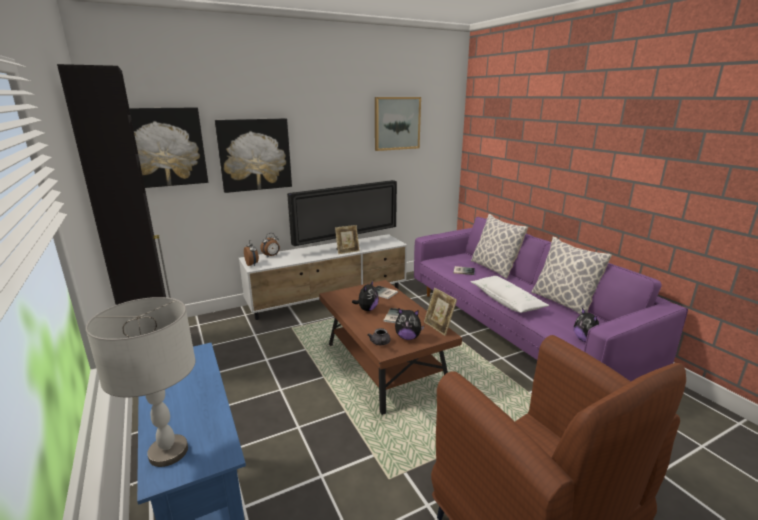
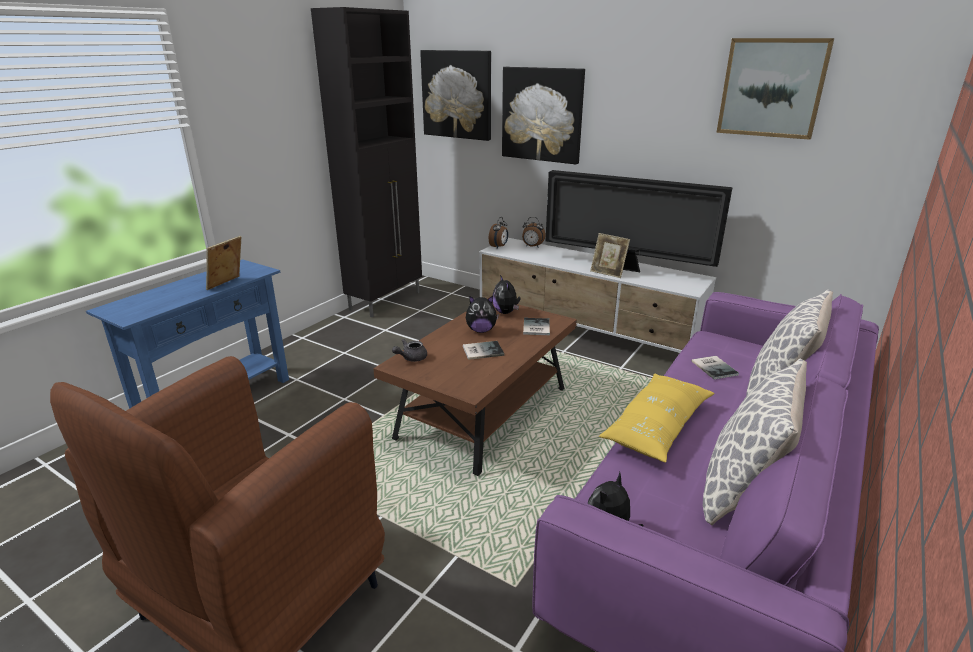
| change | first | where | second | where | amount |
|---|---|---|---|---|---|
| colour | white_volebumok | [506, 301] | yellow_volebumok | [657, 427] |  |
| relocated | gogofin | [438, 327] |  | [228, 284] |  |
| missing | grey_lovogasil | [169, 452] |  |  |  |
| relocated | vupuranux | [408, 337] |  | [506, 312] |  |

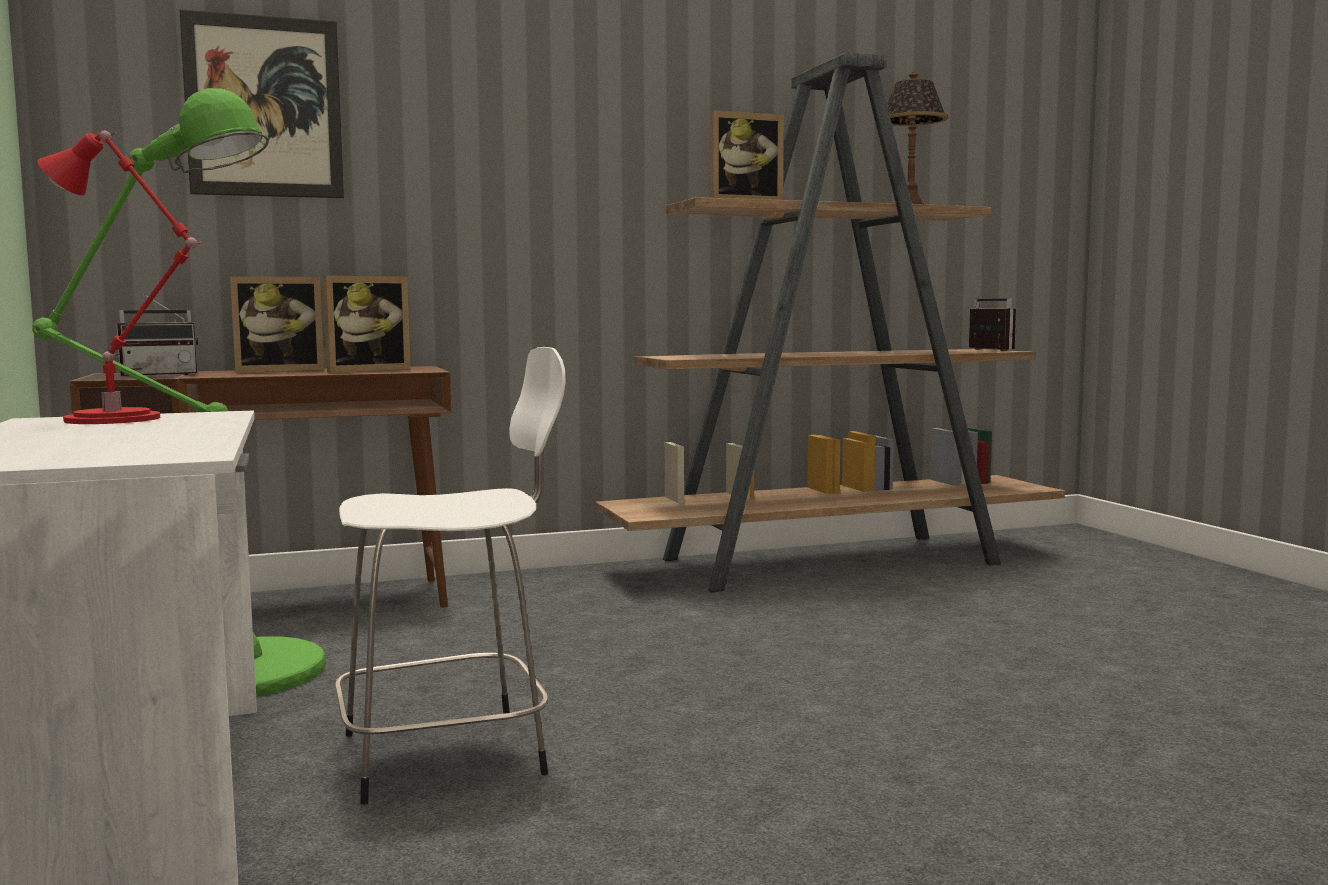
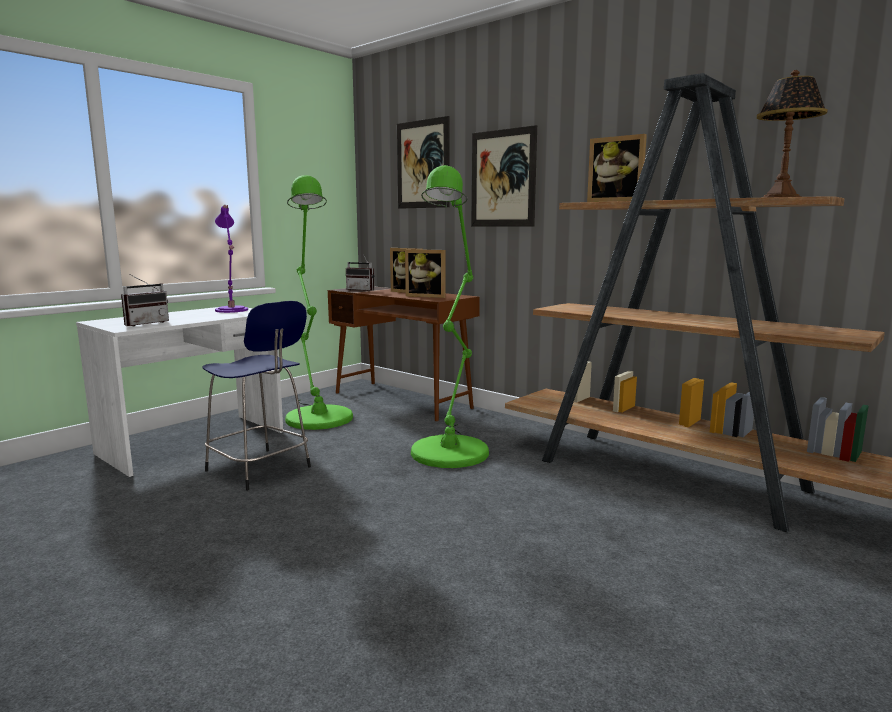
| change | first | where | second | where | amount |
|---|---|---|---|---|---|
| colour | red_lovogasil | [120, 419] | purple_lovogasil | [231, 310] |  |
| relocated | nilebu | [985, 350] |  | [145, 323] |  |
| colour | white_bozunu | [452, 752] | blue_bozunu | [260, 470] |  |
| appeared |  |  | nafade | [502, 178] |  |
| appeared |  |  | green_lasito | [452, 448] |  |

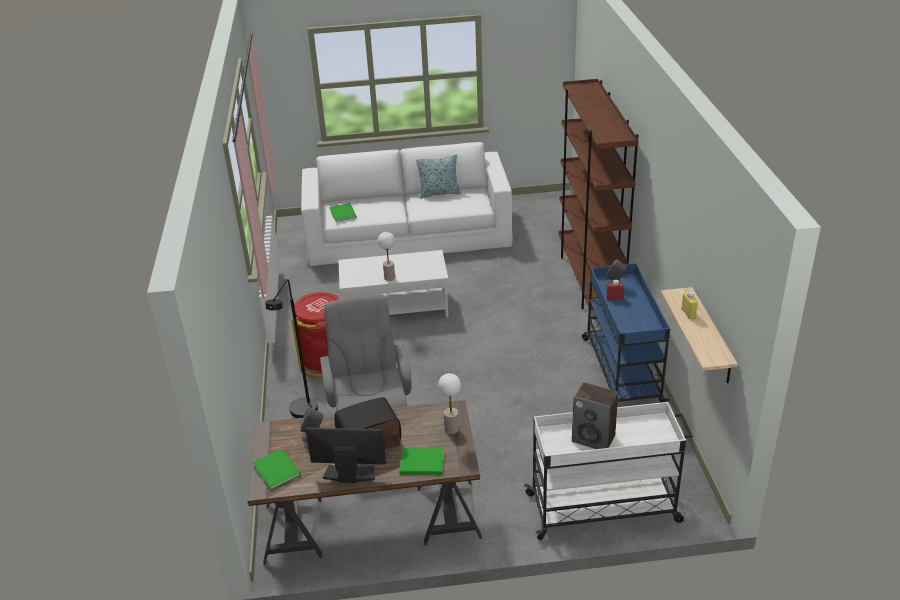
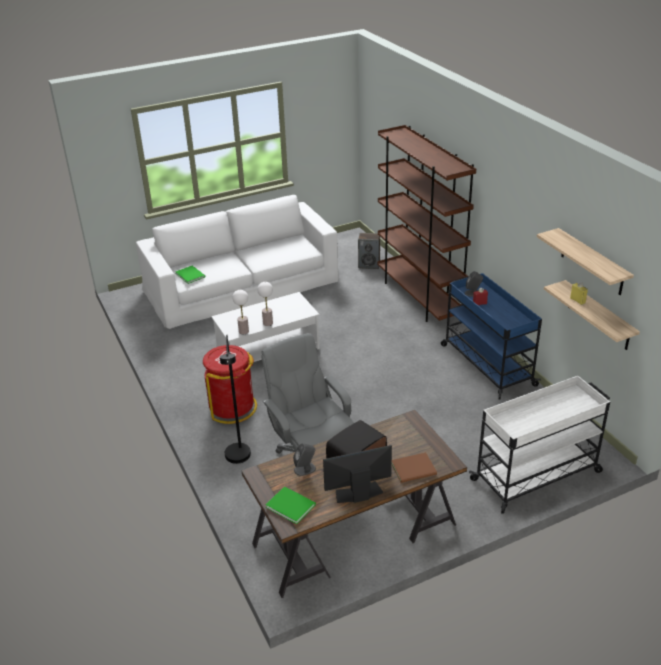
| change | first | where | second | where | amount |
|---|---|---|---|---|---|
| missing | volebumok | [439, 193] |  |  |  |
| relocated | lovogasil | [451, 429] |  | [243, 331] |  |
| relocated | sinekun | [594, 438] |  | [369, 265] |  |
| colour | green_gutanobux | [423, 463] | brown_gutanobux | [415, 469] |  |
| appeared |  |  | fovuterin | [592, 262] |  |

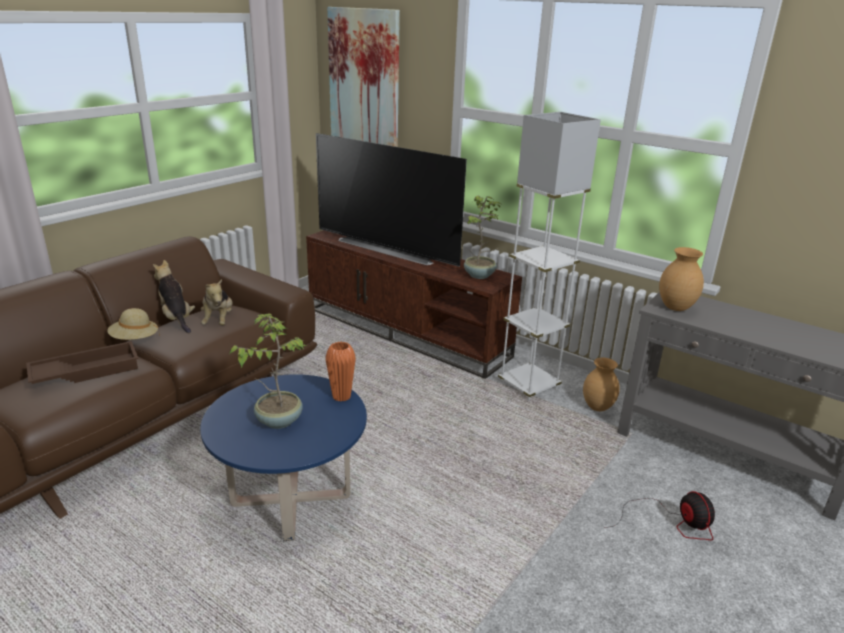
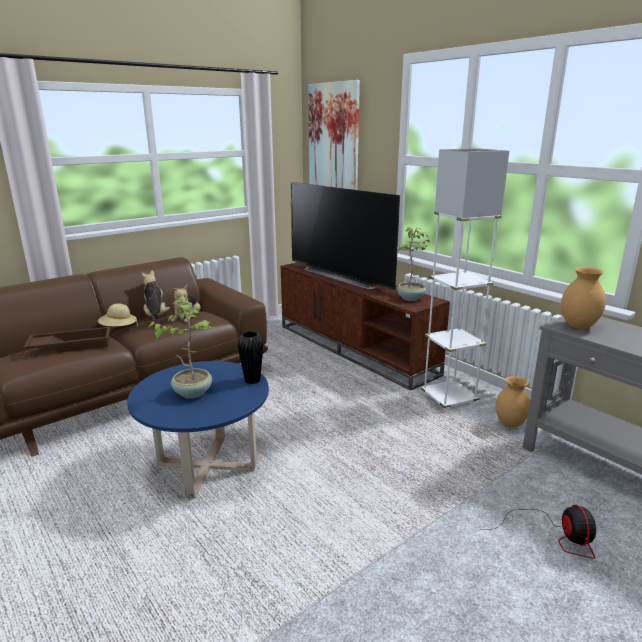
| change | first | where | second | where | amount |
|---|---|---|---|---|---|
| colour | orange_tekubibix | [341, 396] | black_tekubibix | [252, 380] |  |

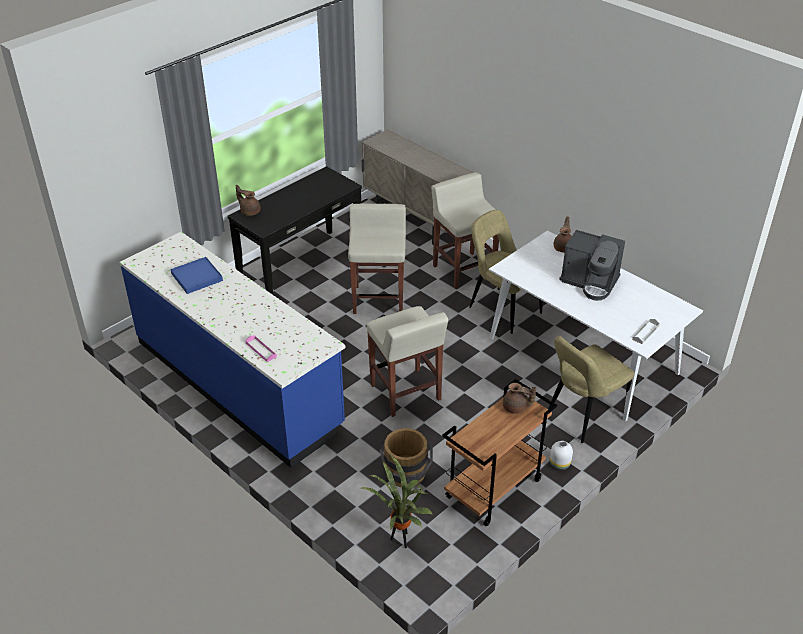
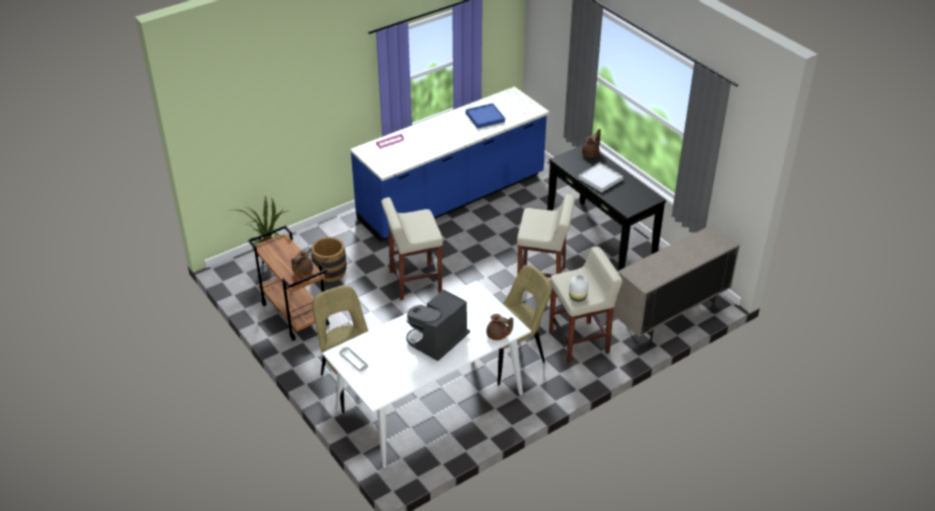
| change | first | where | second | where | amount |
|---|---|---|---|---|---|
| relocated | white_tekubibix | [559, 464] |  | [577, 296] |  |
| appeared |  |  | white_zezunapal | [600, 179] |  |

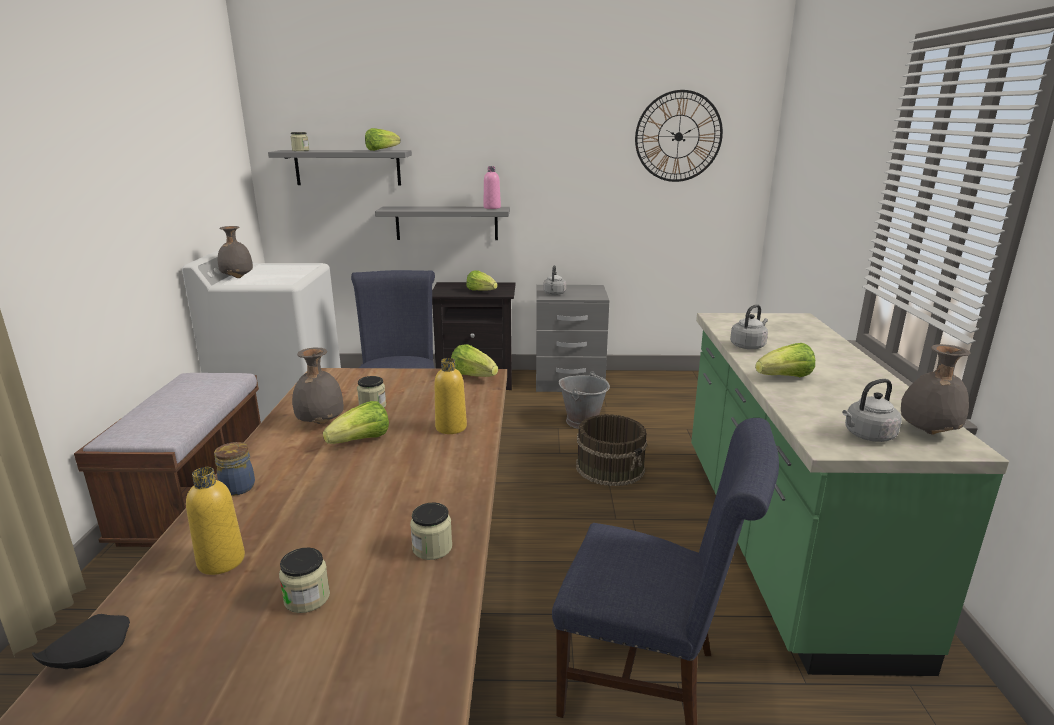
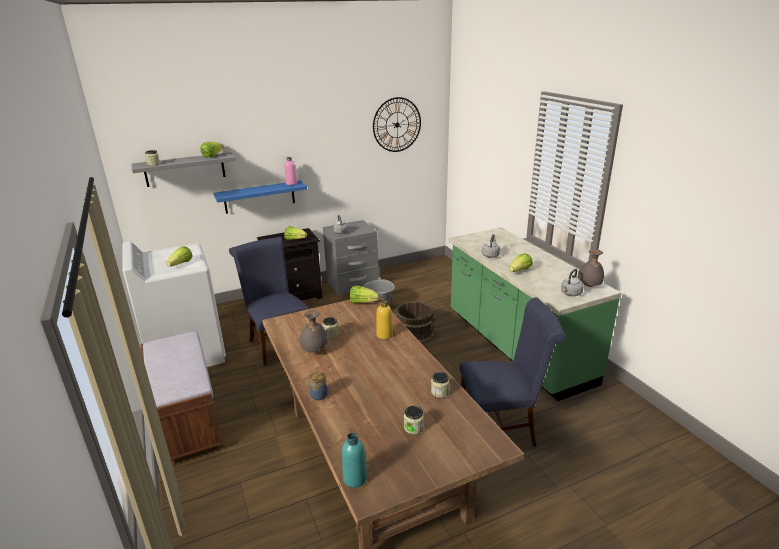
| change | first | where | second | where | amount |
|---|---|---|---|---|---|
| colour | grey_fovuterin | [446, 223] | blue_fovuterin | [259, 197] |  |
| missing | grey_tekubibix | [237, 277] |  |  |  |
| relocated | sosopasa | [361, 441] |  | [181, 264] |  |
| missing | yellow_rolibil | [221, 561] |  |  |  |
| exchanged | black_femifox | [88, 656] | turquoise_rolibil | [355, 478] |  |

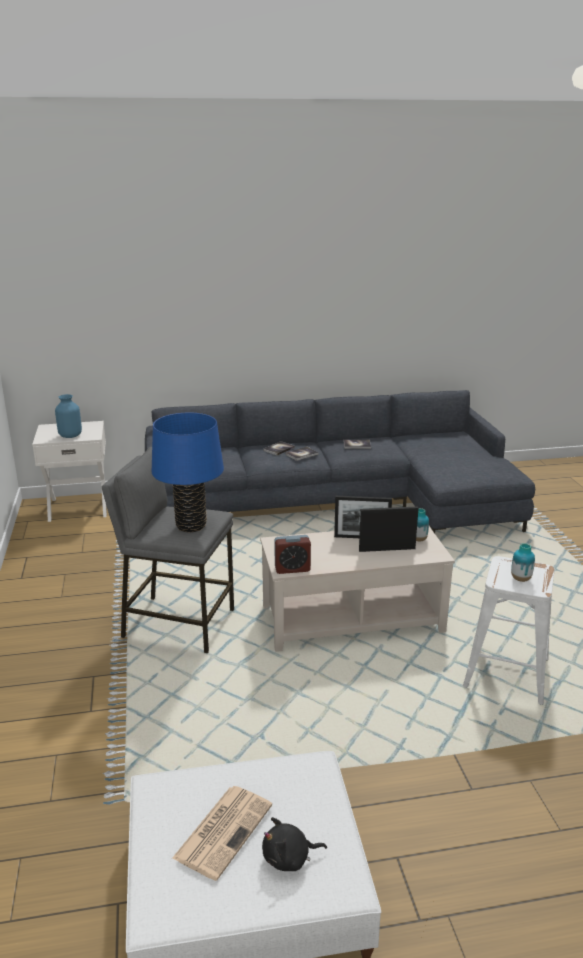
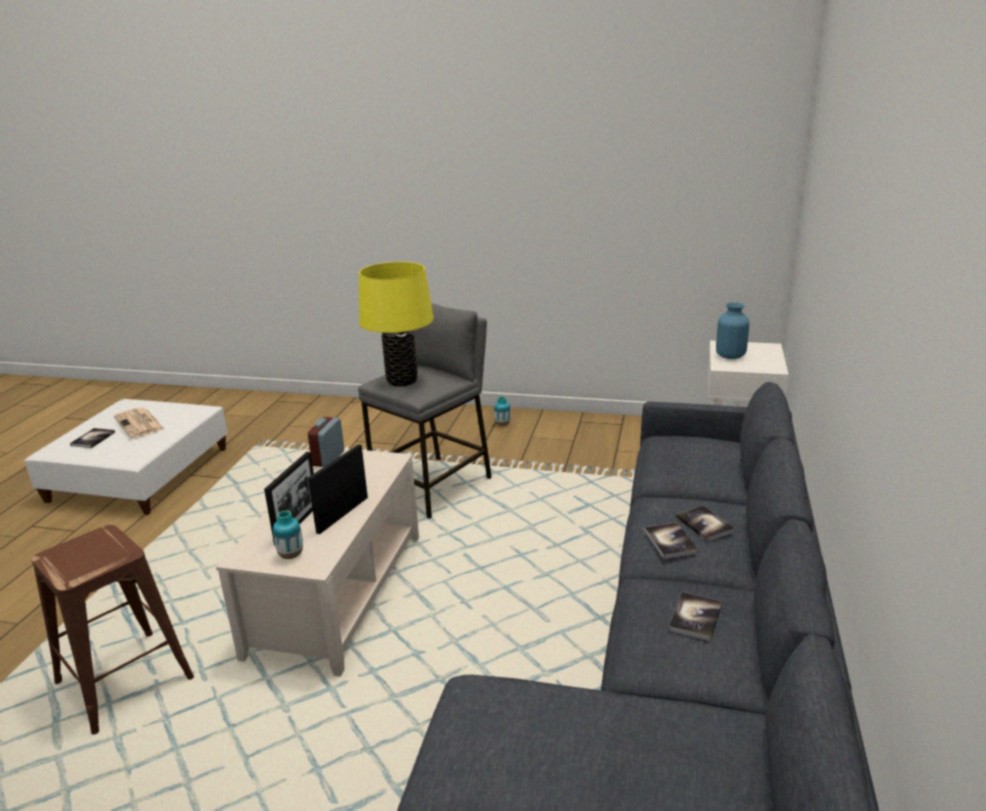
| change | first | where | second | where | amount |
|---|---|---|---|---|---|
| colour | blue_lovogasil | [191, 526] | yellow_lovogasil | [402, 381] |  |
| relocated | tekubibix | [520, 579] |  | [502, 424] |  |
| colour | white_bozunu | [505, 673] | brown_bozunu | [126, 680] |  |
| exchanged | black_vupuranux | [289, 858] | gutanobux | [93, 439] |  |

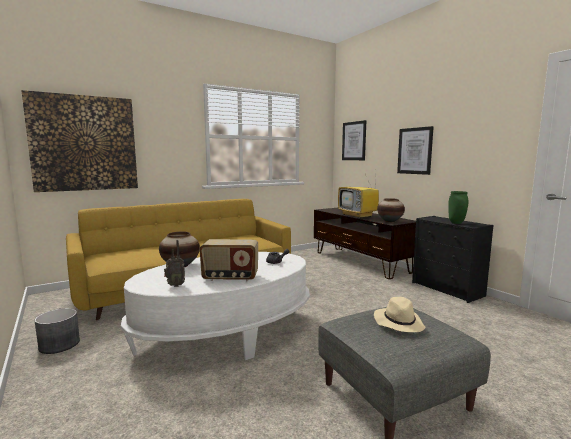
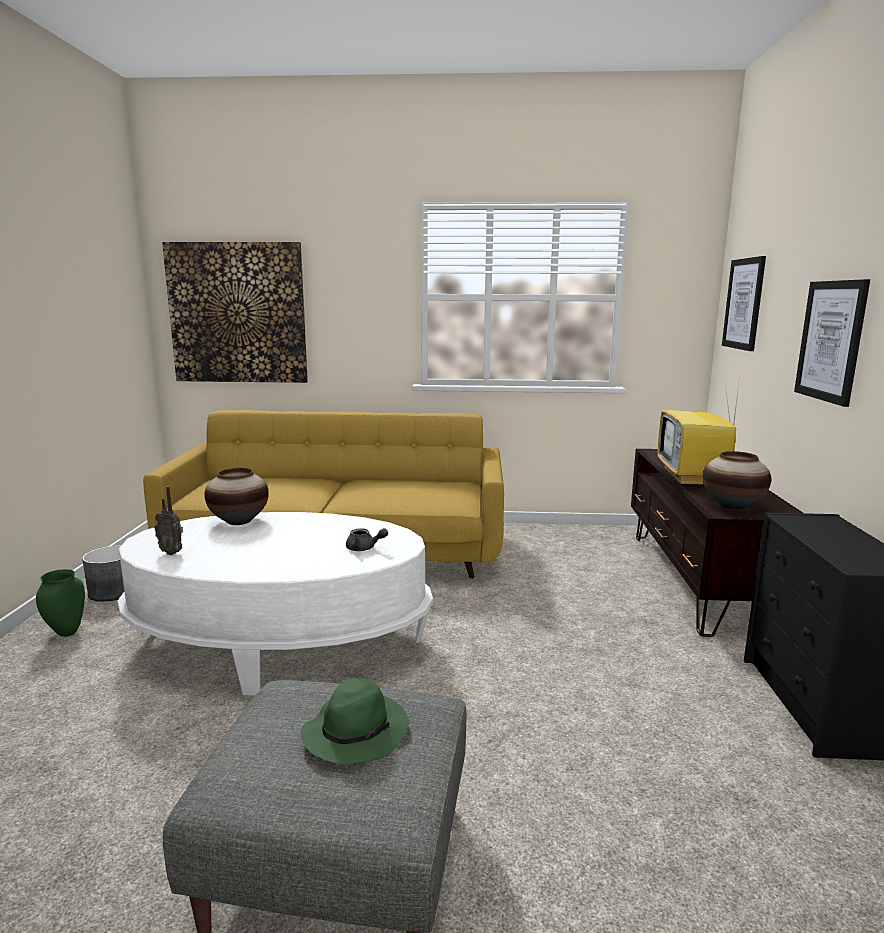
| change | first | where | second | where | amount |
|---|---|---|---|---|---|
| relocated | green_tekubibix | [457, 223] |  | [67, 633] |  |
| missing | nilebu | [230, 278] |  |  |  |
| colour | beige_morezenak | [398, 323] | green_morezenak | [356, 731] |  |

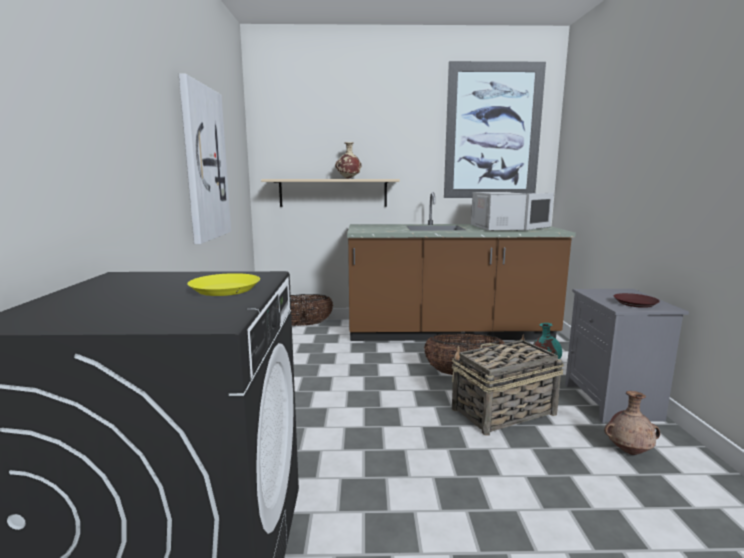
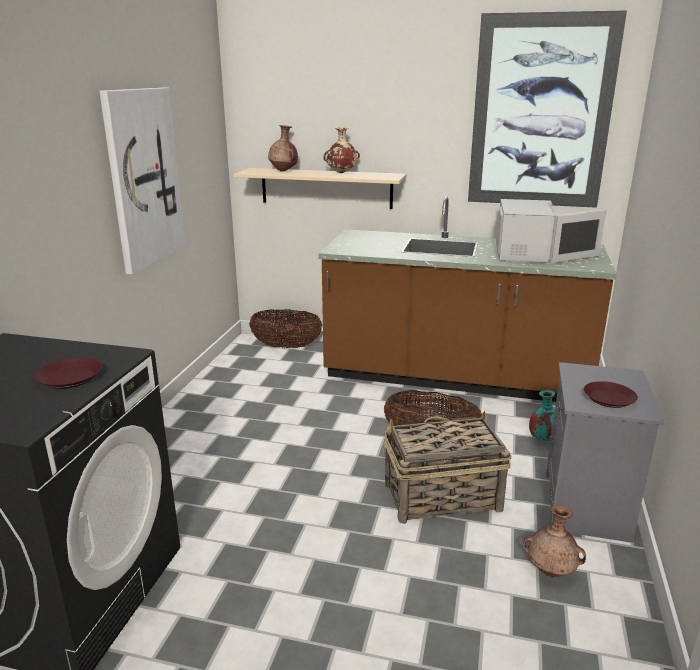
| change | first | where | second | where | amount |
|---|---|---|---|---|---|
| colour | yellow_femifox | [224, 290] | brown_femifox | [69, 378] |  |
| appeared |  |  | brown_tekubibix | [284, 171] |  |

